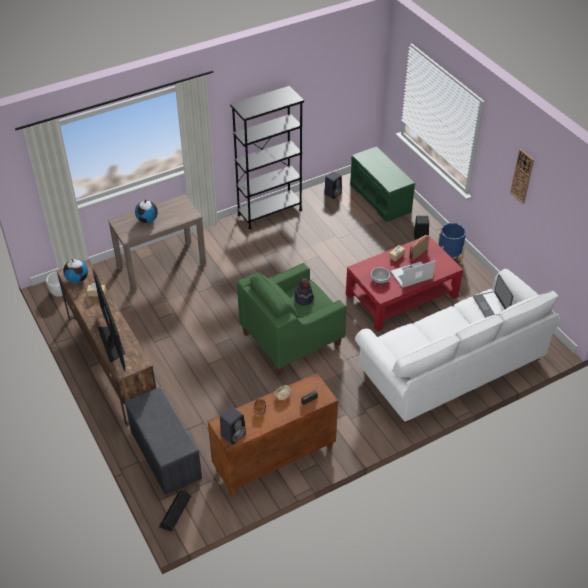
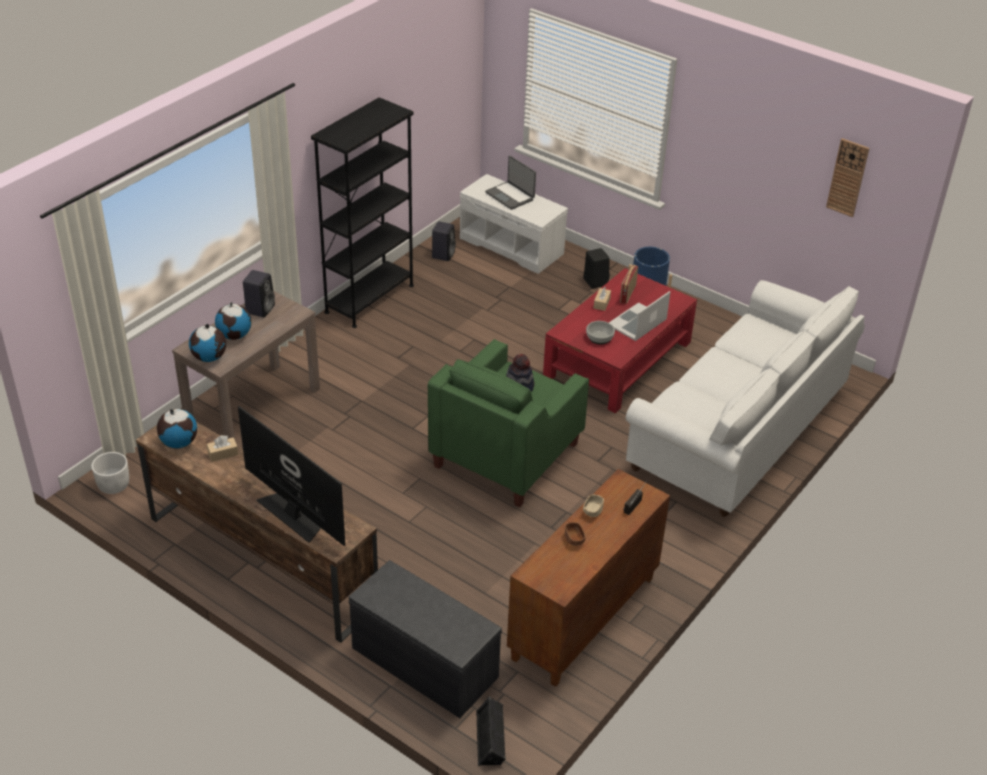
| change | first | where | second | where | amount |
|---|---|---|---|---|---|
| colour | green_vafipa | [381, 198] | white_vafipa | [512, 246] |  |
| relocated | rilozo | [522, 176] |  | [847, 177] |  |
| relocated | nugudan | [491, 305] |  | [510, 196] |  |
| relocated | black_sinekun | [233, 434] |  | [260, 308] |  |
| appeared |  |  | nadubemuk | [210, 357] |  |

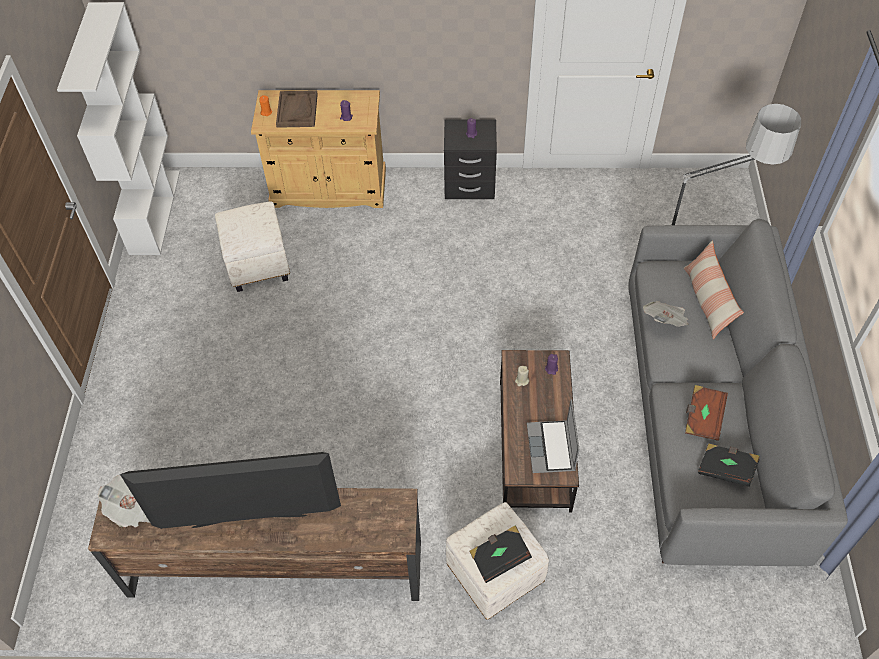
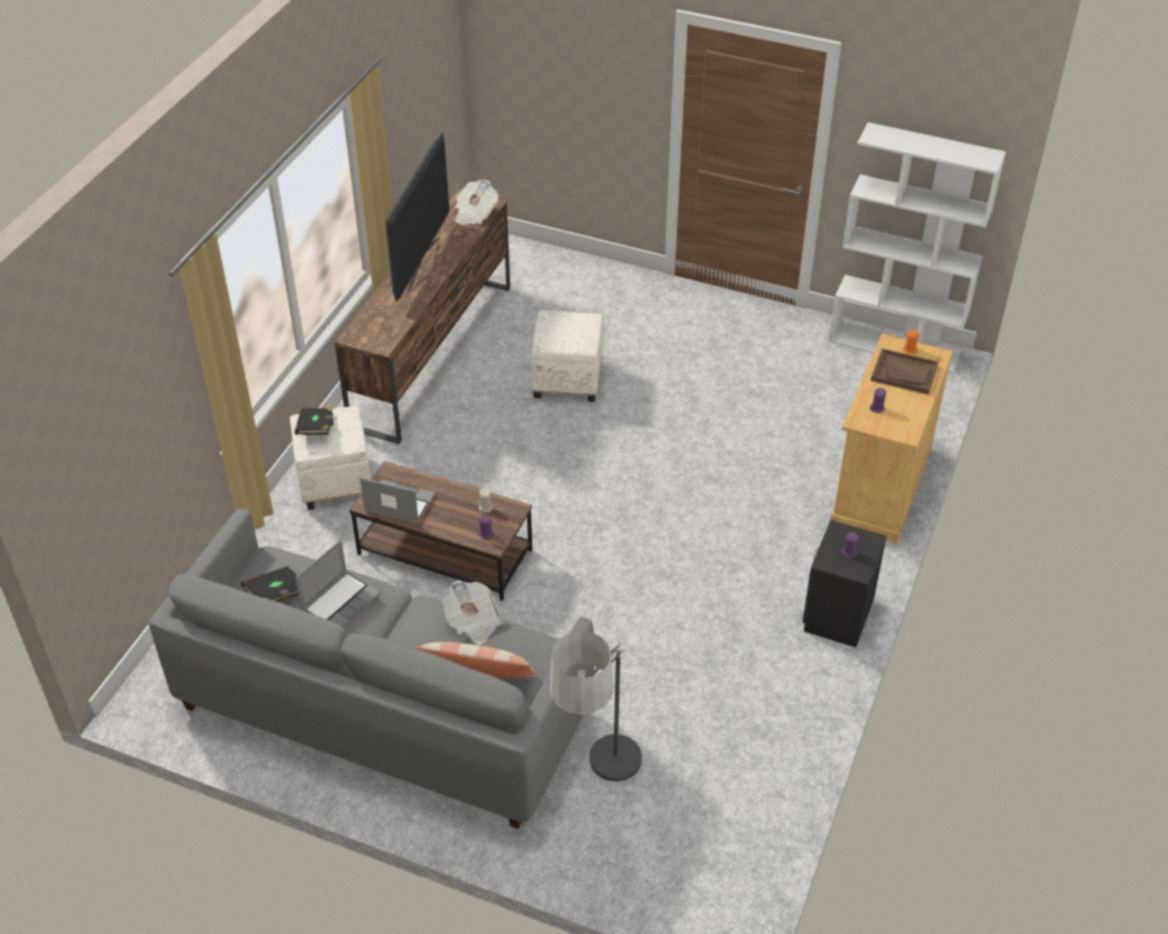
| change | first | where | second | where | amount |
|---|---|---|---|---|---|
| relocated | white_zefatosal | [257, 265] |  | [568, 380] |  |
| exchanged | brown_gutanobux | [702, 418] | nugudan | [340, 602] |  |

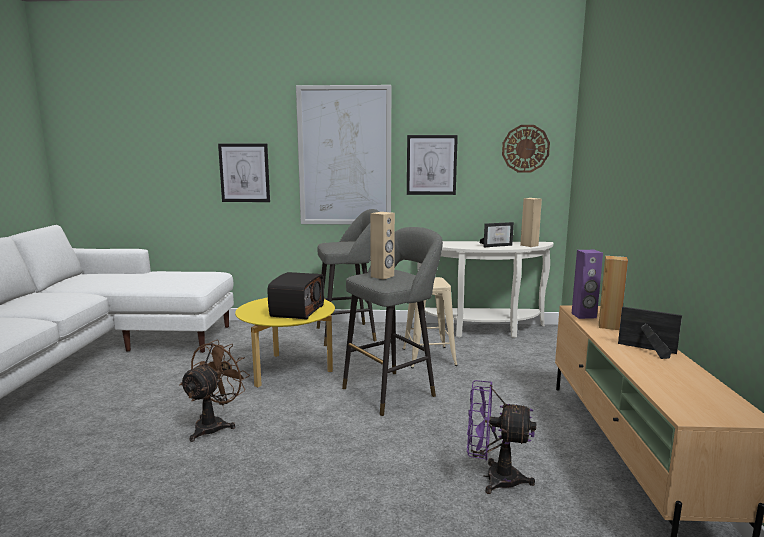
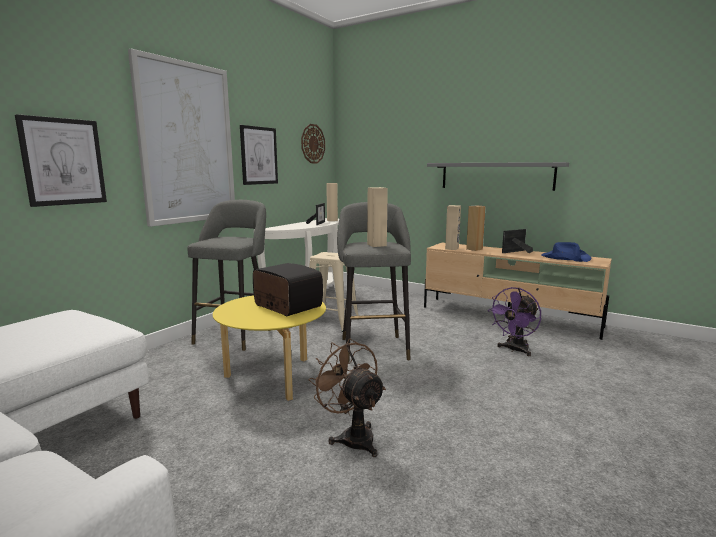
| change | first | where | second | where | amount |
|---|---|---|---|---|---|
| colour | purple_sinekun | [584, 315] | beige_sinekun | [452, 248] |  |
| appeared |  |  | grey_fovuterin | [496, 176] |  |
| appeared |  |  | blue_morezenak | [565, 258] |  |

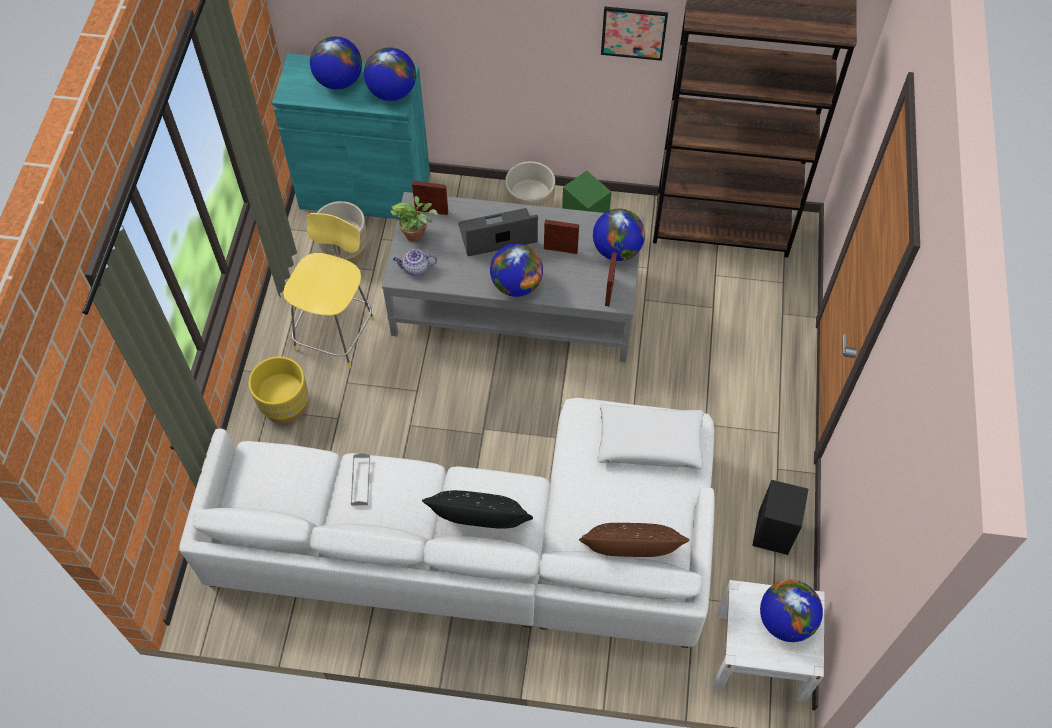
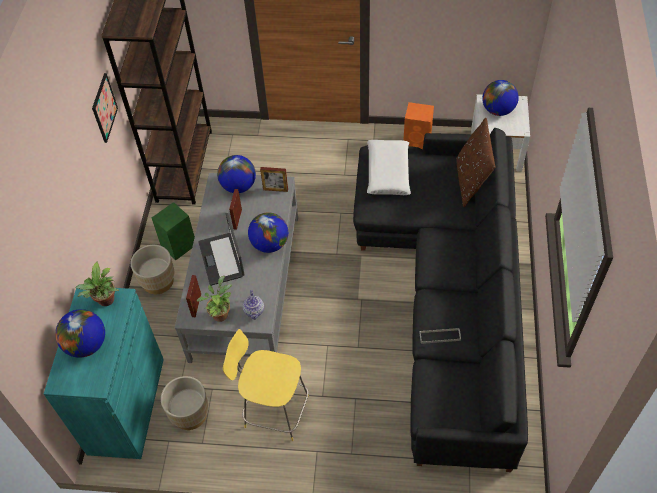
| change | first | where | second | where | amount |
|---|---|---|---|---|---|
| exchanged | nadubemuk | [392, 92] | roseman | [105, 301] |  |
| missing | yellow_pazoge | [285, 405] |  |  |  |
| colour | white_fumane | [488, 543] | black_fumane | [446, 290] |  |
| colour | black_sinekun | [773, 533] | orange_sinekun | [417, 143] |  |
| missing | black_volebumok | [481, 528] |  |  |  |

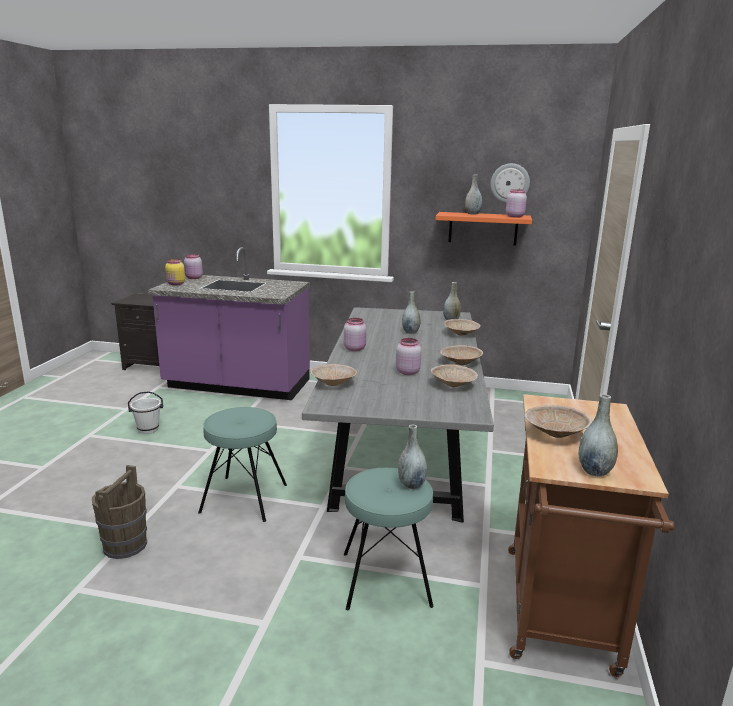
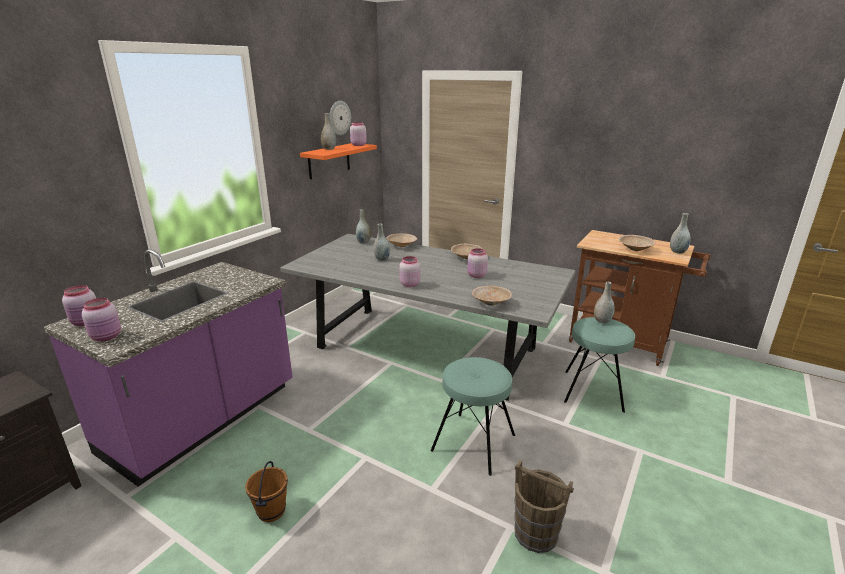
| change | first | where | second | where | amount |
|---|---|---|---|---|---|
| colour | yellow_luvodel | [176, 284] | pink_luvodel | [107, 337] |  |
| missing | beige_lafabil | [454, 385] |  |  |  |
| colour | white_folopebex | [148, 429] | brown_folopebex | [271, 511] |  |

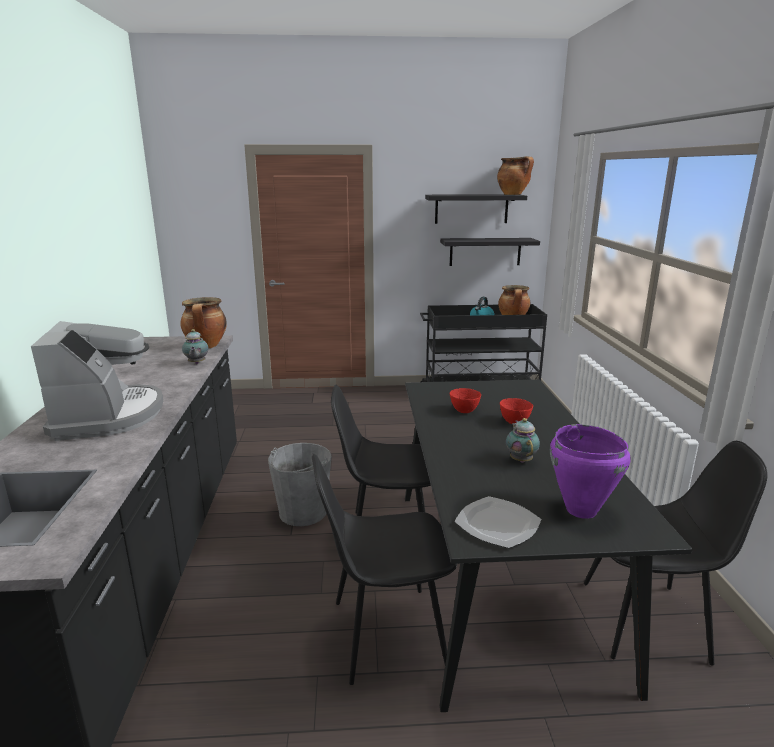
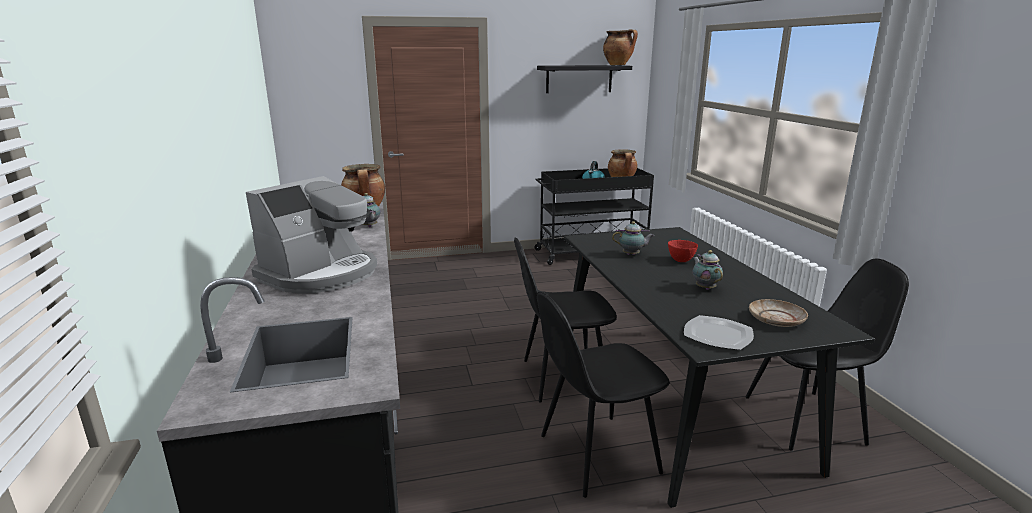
| change | first | where | second | where | amount |
|---|---|---|---|---|---|
| missing | black_fovuterin | [485, 251] |  |  |  |
| spun | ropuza | [108, 416] |  | [321, 274] | 60 degrees clockwise |
| exchanged | red_lafabil | [464, 411] | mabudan | [632, 255] |  |
| exchanged | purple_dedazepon | [580, 510] | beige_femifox | [776, 320] |  |
| missing | grey_folopebex | [302, 512] |  |  |  |

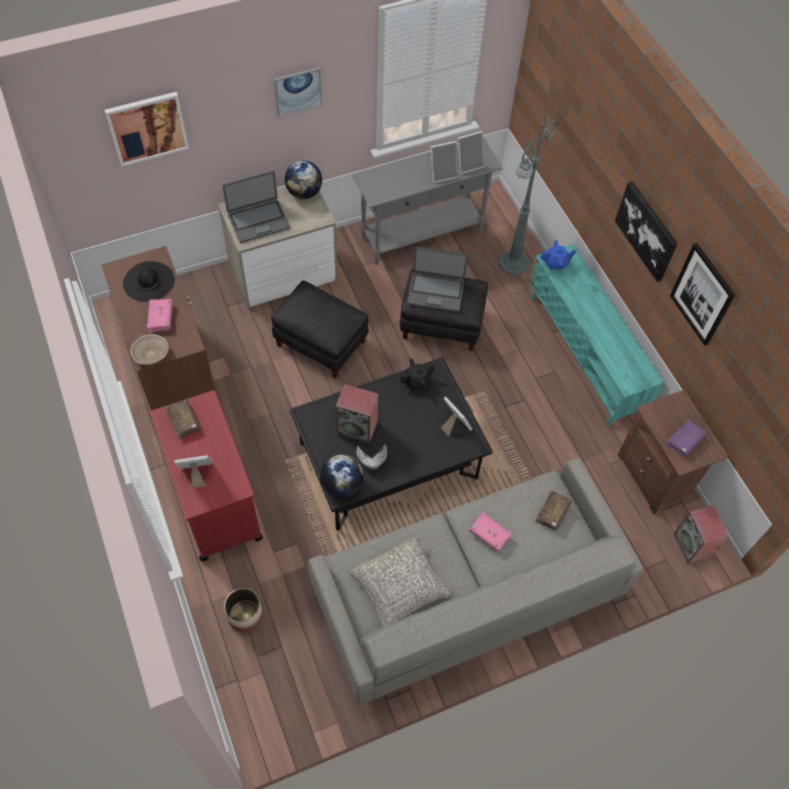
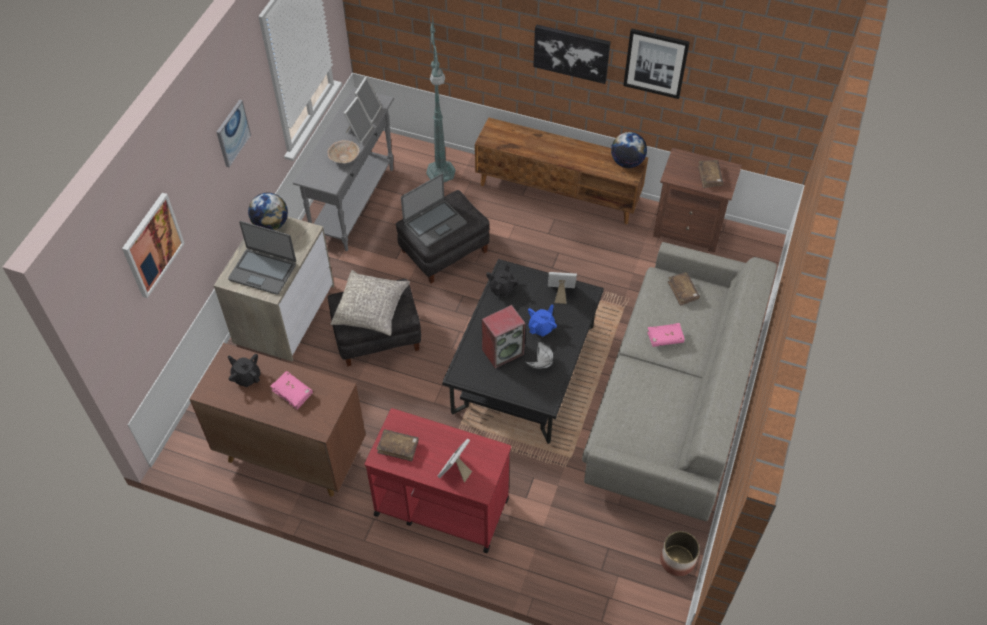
| change | first | where | second | where | amount |
|---|---|---|---|---|---|
| spun | nugudan | [258, 221] |  | [263, 271] | 90 degrees clockwise |
| relocated | blue_mabudan | [555, 263] |  | [541, 328] |  |
| colour | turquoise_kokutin | [584, 354] | brown_kokutin | [558, 192] |  |
| exchanged | black_morezenak | [149, 281] | black_mabudan | [246, 377] |  |
| relocated | beige_lafabil | [151, 354] |  | [344, 157] |  |
| colour | purple_gutanobux | [684, 441] | brown_gutanobux | [709, 177] |  |
| relocated | nadubemuk | [342, 485] |  | [627, 162] |  |
| missing | sinekun | [693, 545] |  |  |  |
| relocated | grey_volebumok | [400, 587] |  | [371, 309] |  |
| relocated | pazoge | [245, 616] |  | [677, 561] |  |

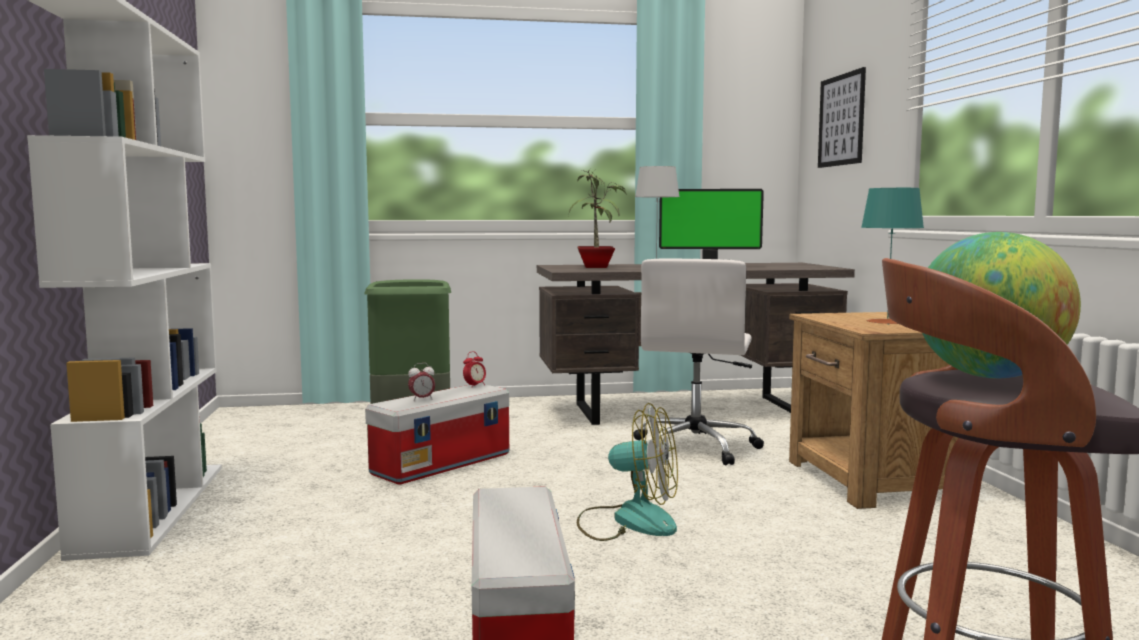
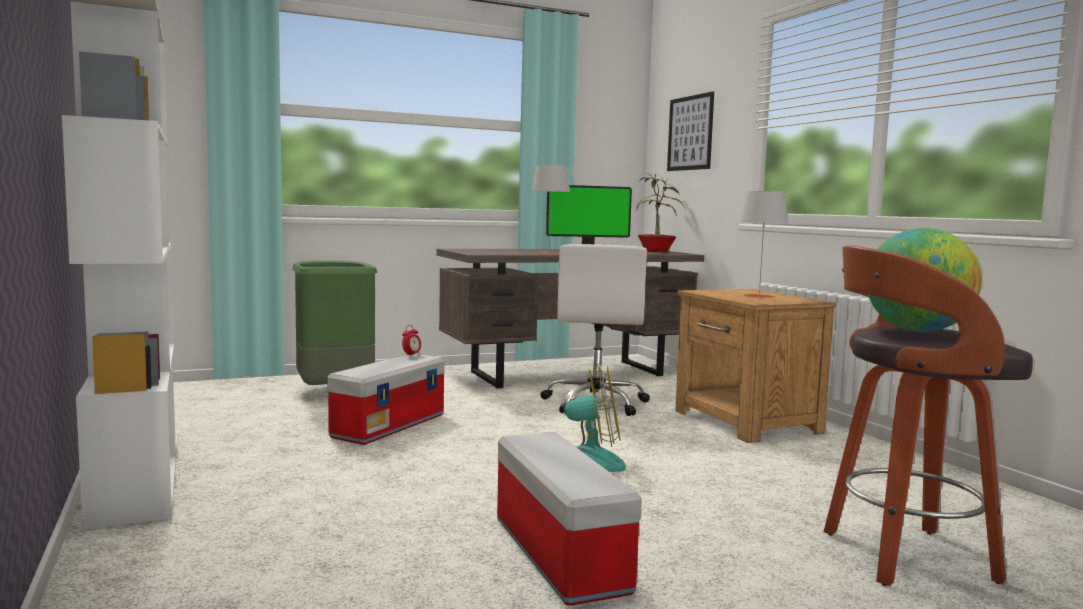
| change | first | where | second | where | amount |
|---|---|---|---|---|---|
| relocated | roseman | [597, 267] |  | [657, 251] |  |
| colour | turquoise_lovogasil | [887, 322] | grey_lovogasil | [759, 296] |  |
| missing | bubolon | [422, 399] |  |  |  |

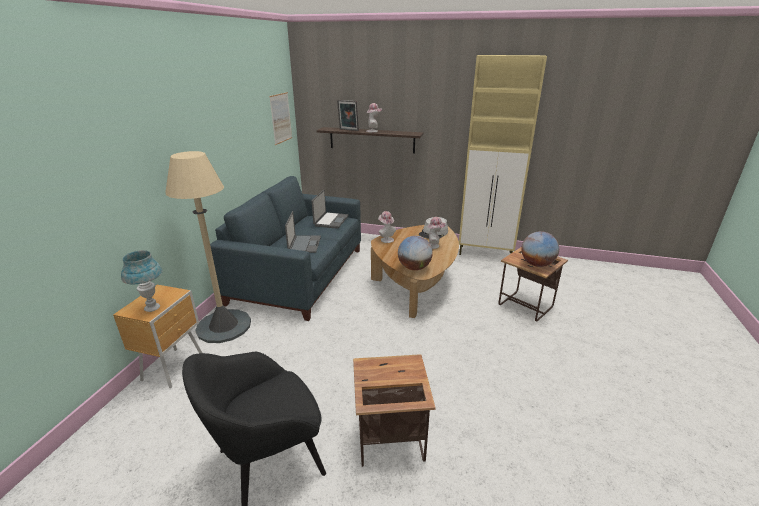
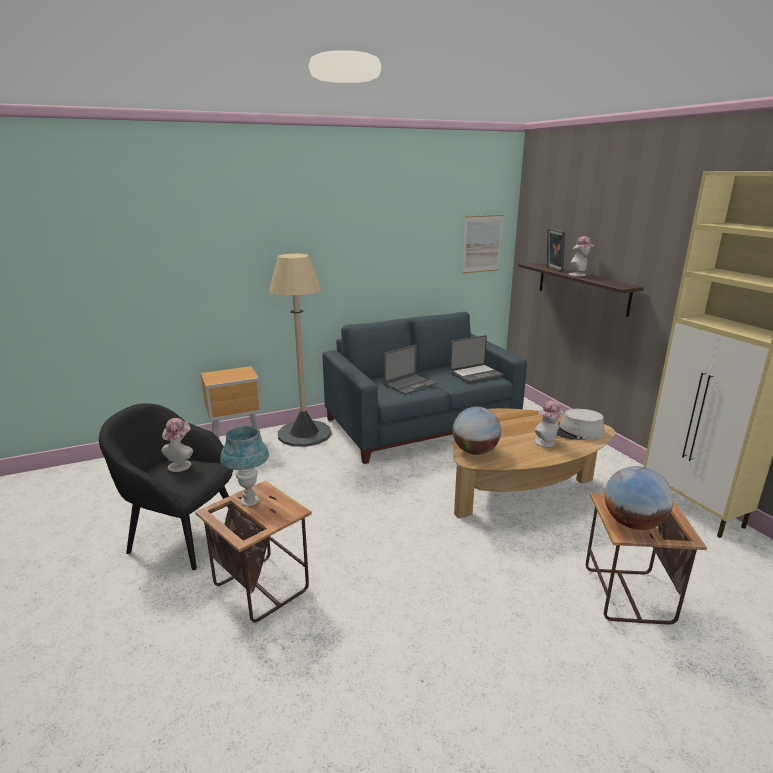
| change | first | where | second | where | amount |
|---|---|---|---|---|---|
| relocated | morezenak | [386, 239] |  | [181, 464] |  |
| relocated | blue_lovogasil | [152, 308] |  | [249, 501] |  |

